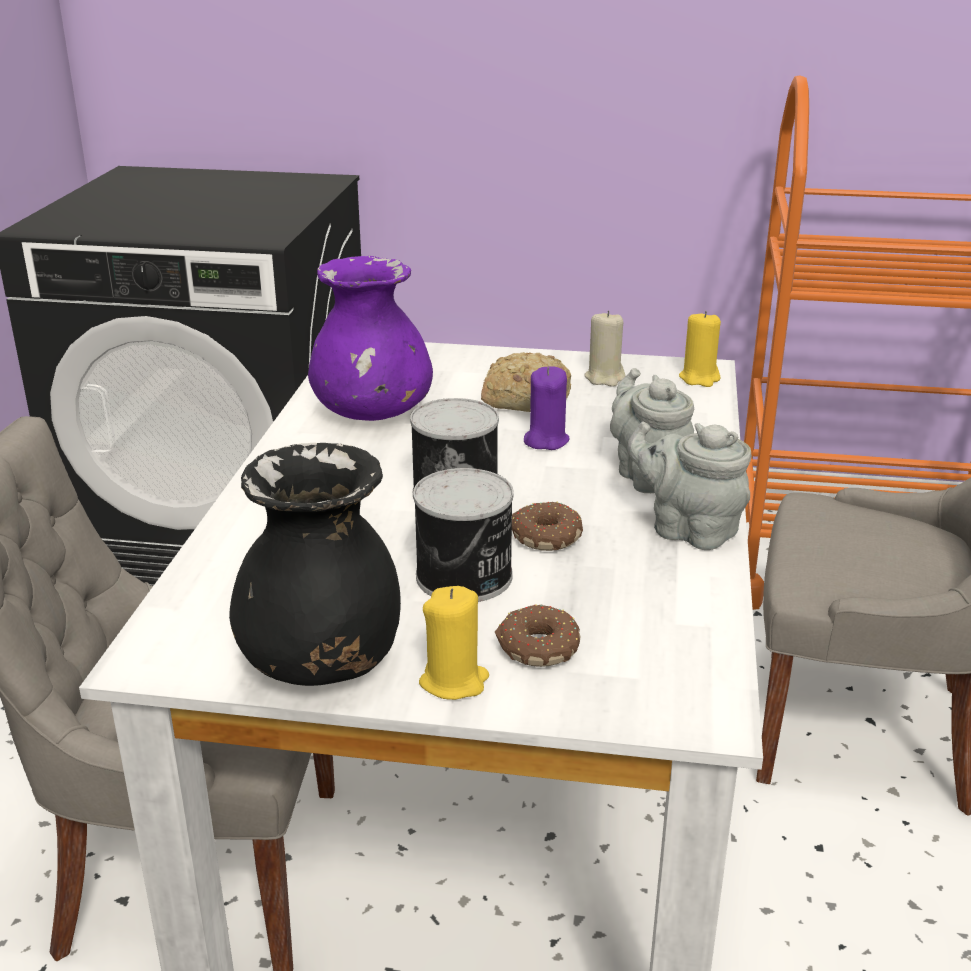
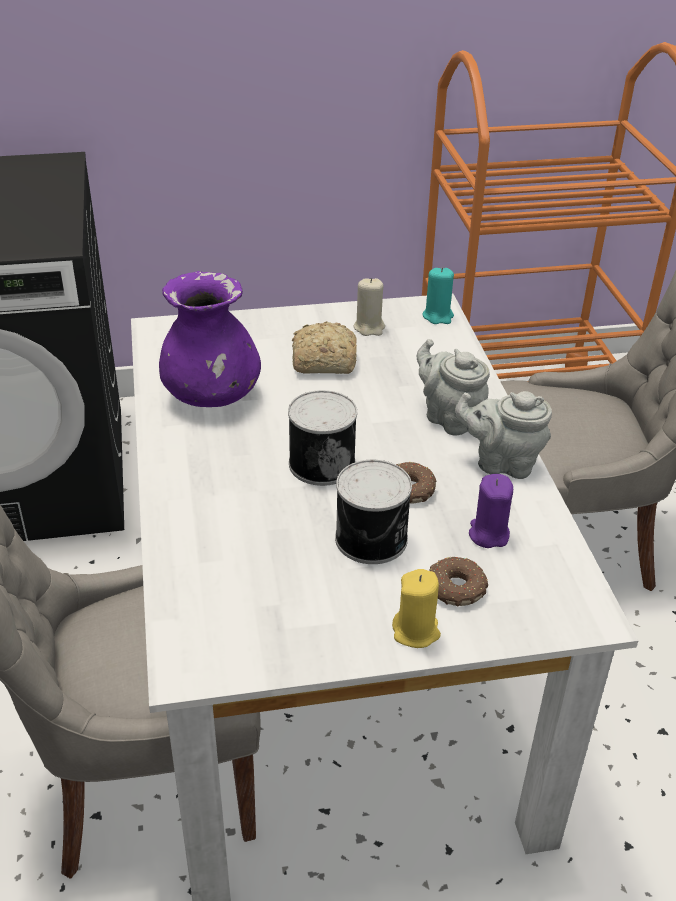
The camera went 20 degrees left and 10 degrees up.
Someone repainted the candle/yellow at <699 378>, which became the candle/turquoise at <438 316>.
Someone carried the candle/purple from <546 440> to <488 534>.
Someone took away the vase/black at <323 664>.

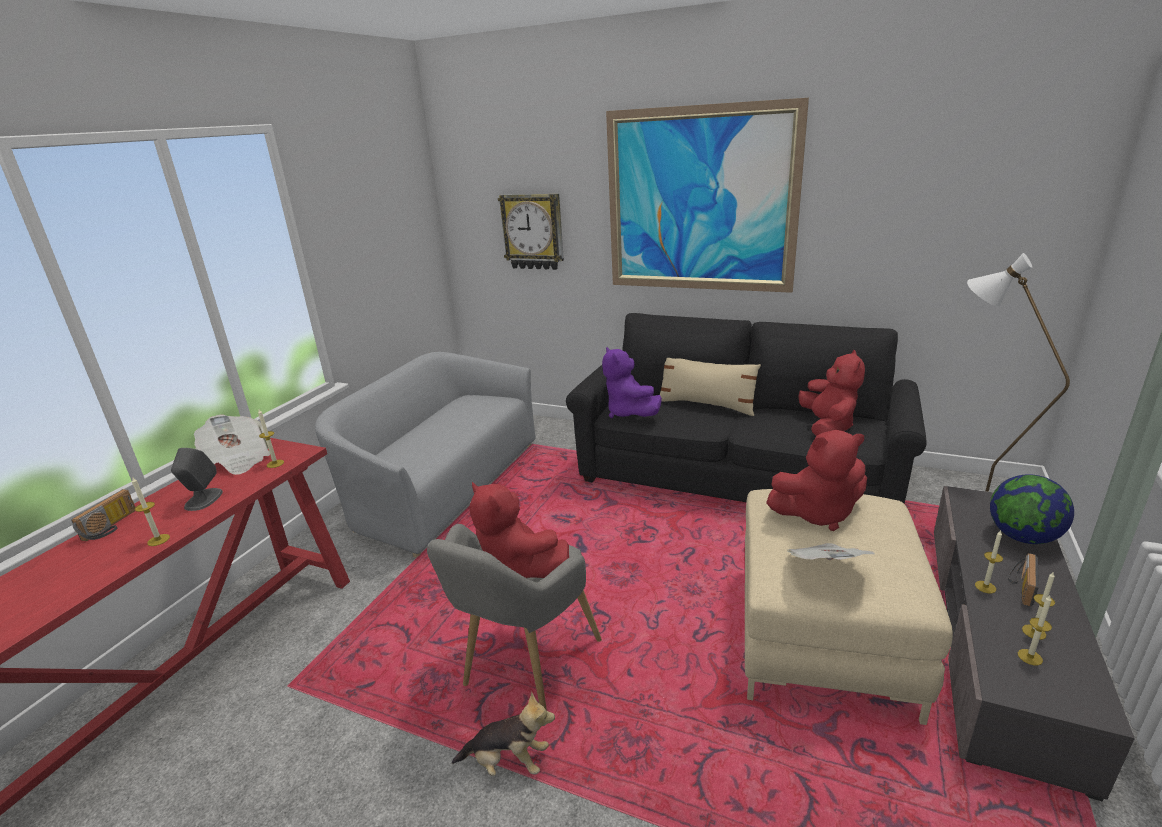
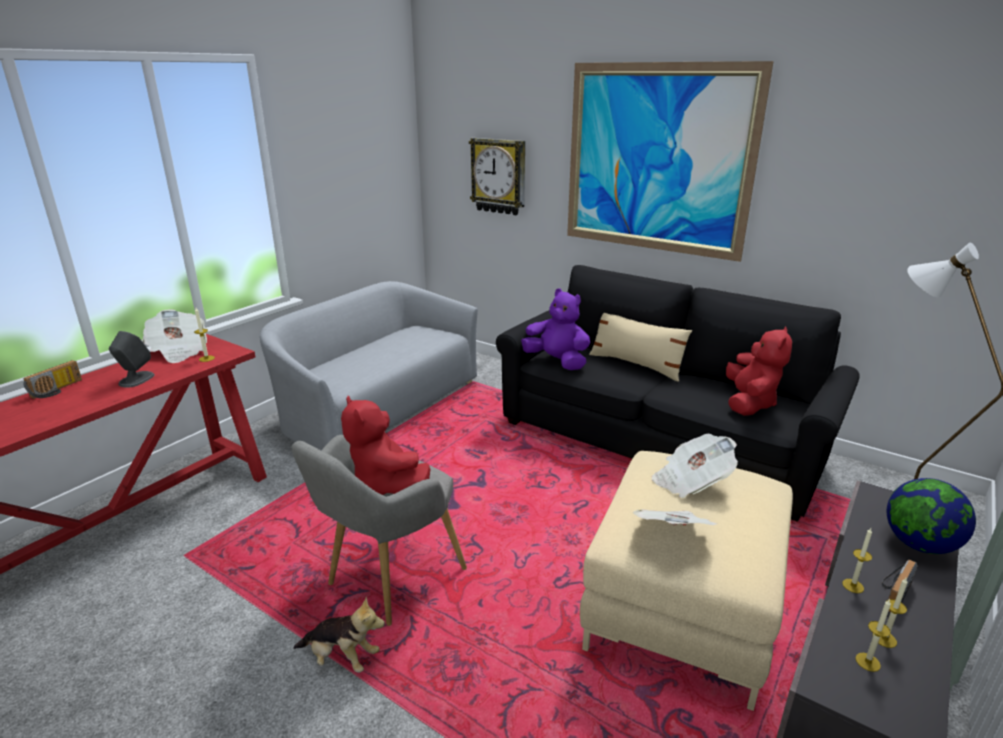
The camera went 10 degrees right and 0 degrees up.
Someone rotated the plush toy/purple at <629 413> by 135 degrees clockwise.
Someone swapped the plush toy/red at <817 513> for the newspaper at <691 482>.
Someone took away the candle at <158 540>.

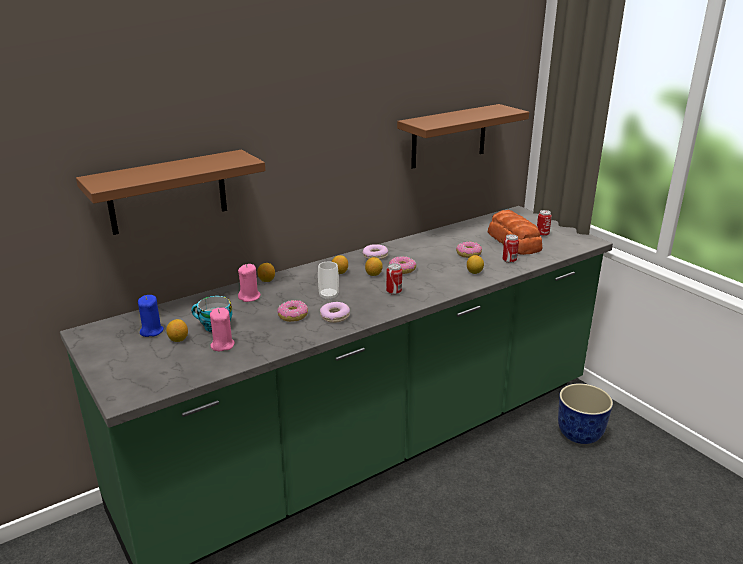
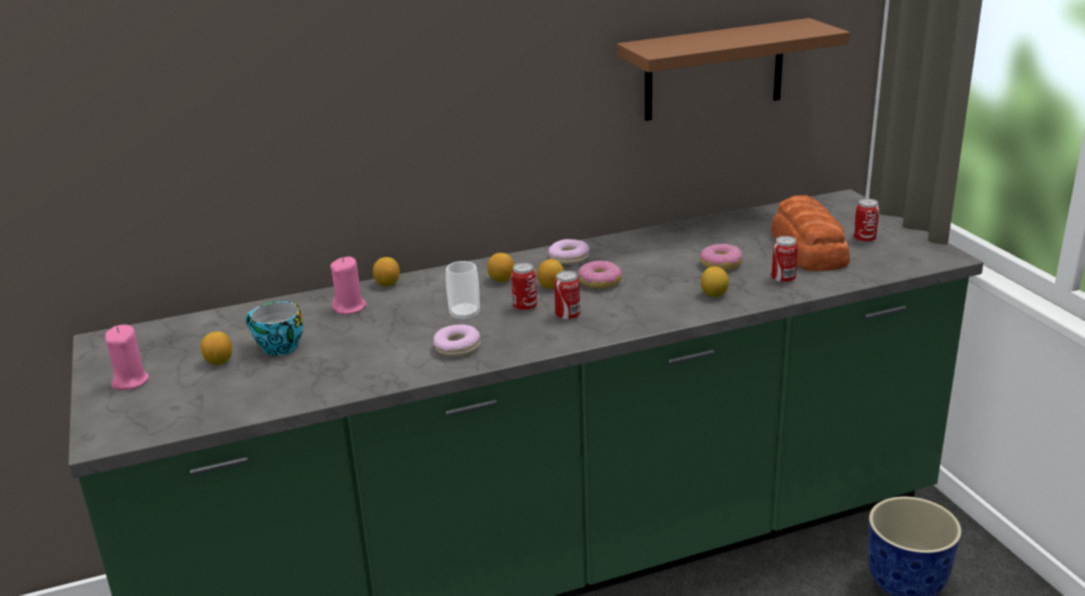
The camera went 15 degrees right and 0 degrees up.
Someone took away the shelf/brown at <168 192>.
Someone took away the candle/blue at <151 331>.
Someone took away the donut at <293 316>.
Someone carried the candle/pink from <222 345> to <130 381>.
Someone put down the can at <525 307>.

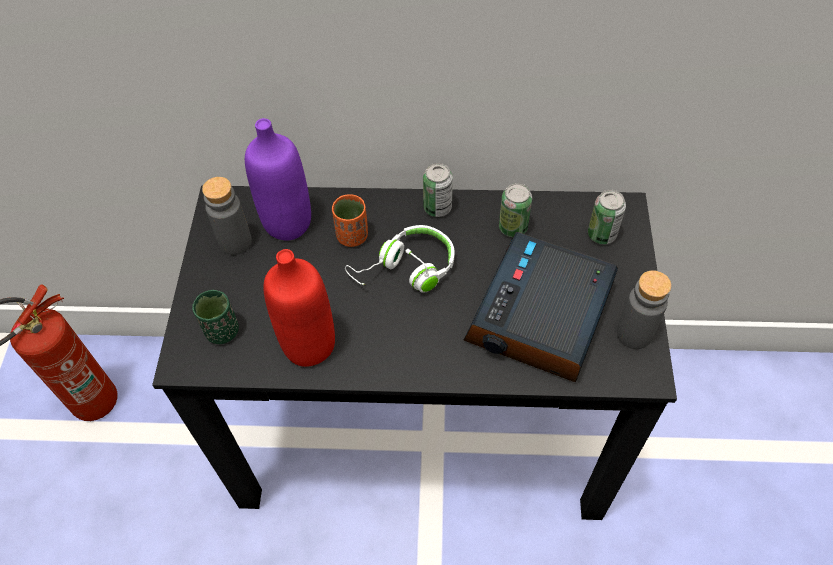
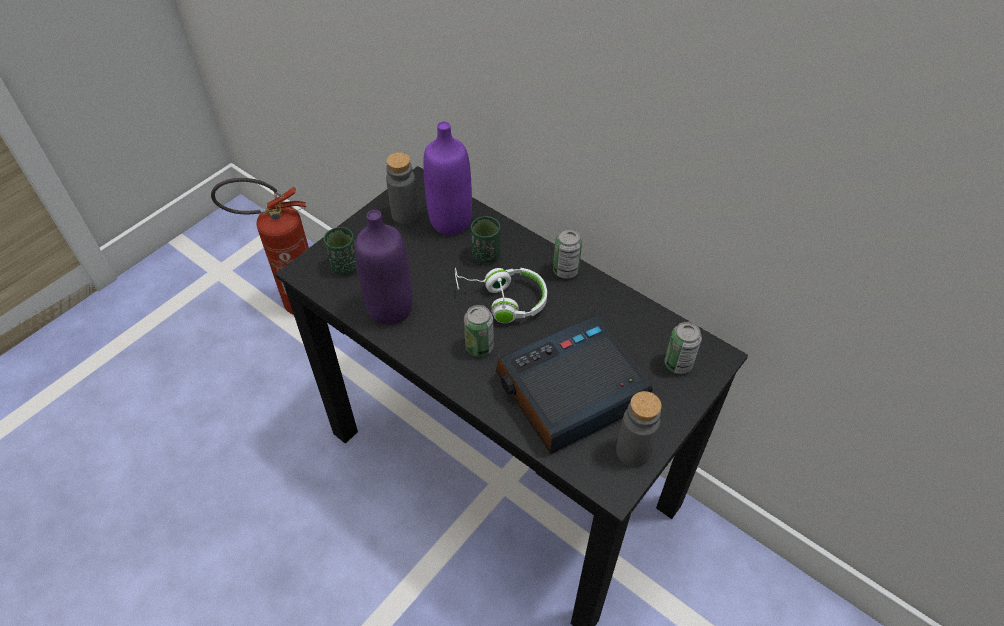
The camera went 35 degrees right and 5 degrees down.
Someone carried the can from <513 228> to <479 347>.
Someone repainted the cup/orange at <352 236>, which became the cup/green at <486 255>.
Someone repainted the bottle/red at <309 345>, which became the bottle/purple at <390 308>.

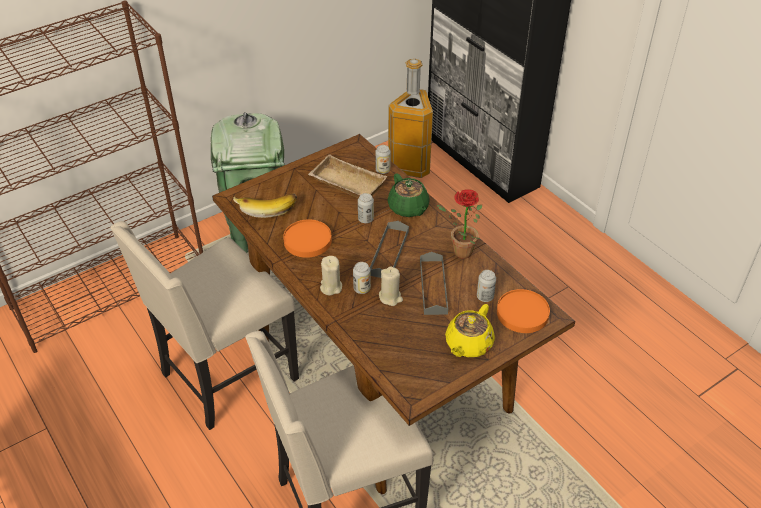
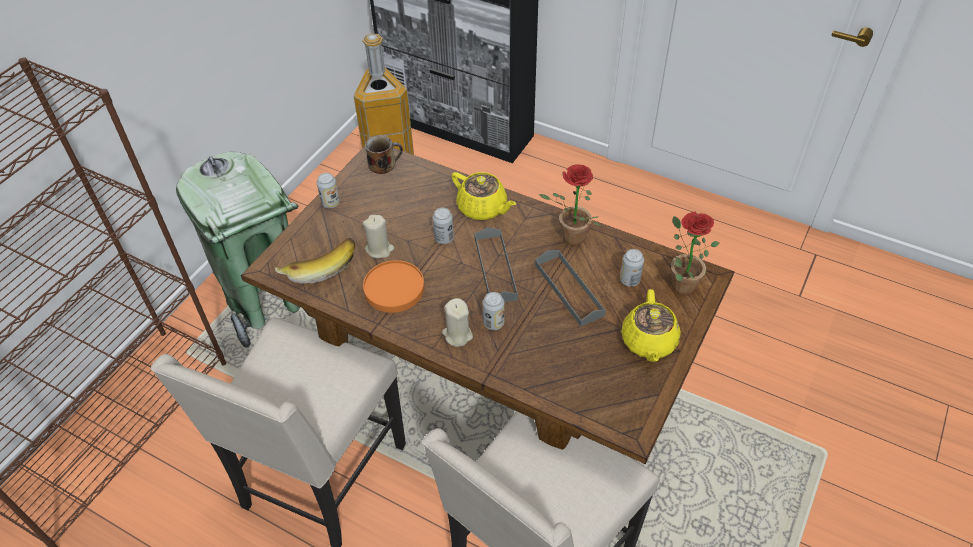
The camera went 25 degrees left and 5 degrees up.
Someone carried the can from <382 170> to <330 203>.
Someone took away the tray/beige at <345 183>.
Someone repainted the teapot/green at <408 208>, which became the teapot/yellow at <483 208>.
Someone carried the candle/beige from <390 297> to <379 249>.
Someone swapped the plate/orange at <522 313> for the potted plant at <679 283>.
Someone put down the mug at <383 163>.

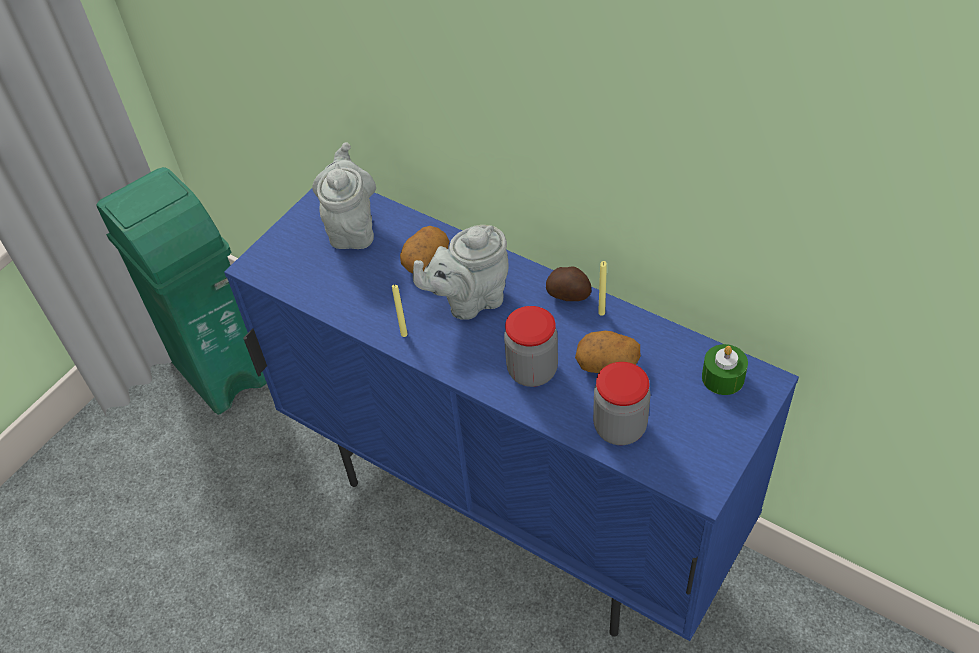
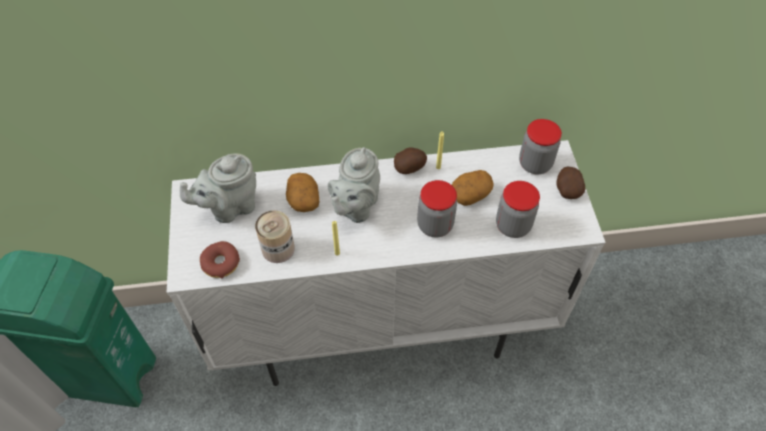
The camera went 45 degrees left and 5 degrees up.
Someone rotated the teapot/grey at <352 228> by 75 degrees counterclockwise.
Someone repainted the cabinet/blue at <511 508>, which became the cabinet/white at <383 329>.
Someone swapped the candle/green at <723 378> for the jar at <535 164>.
Someone put down the potato at <567 190>.
Someone put down the can at <278 249>.
Someone put down the donut at <221 263>.

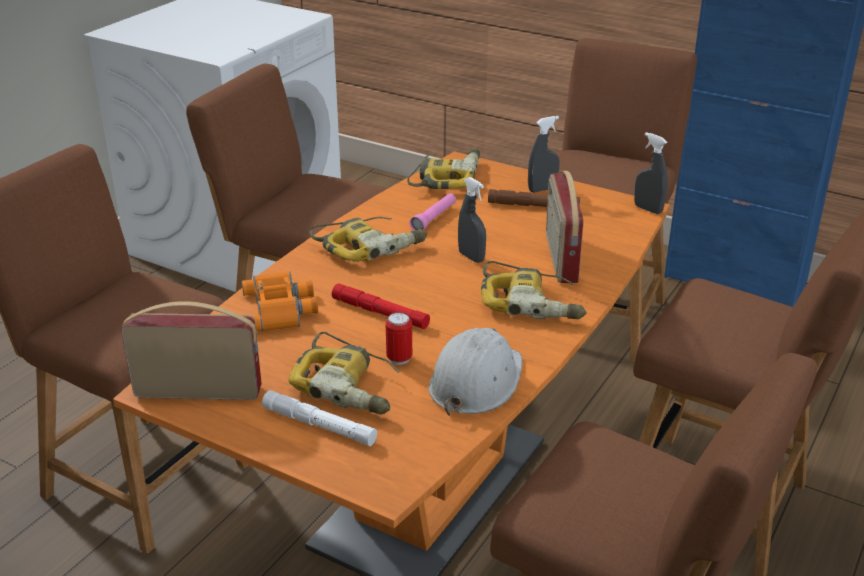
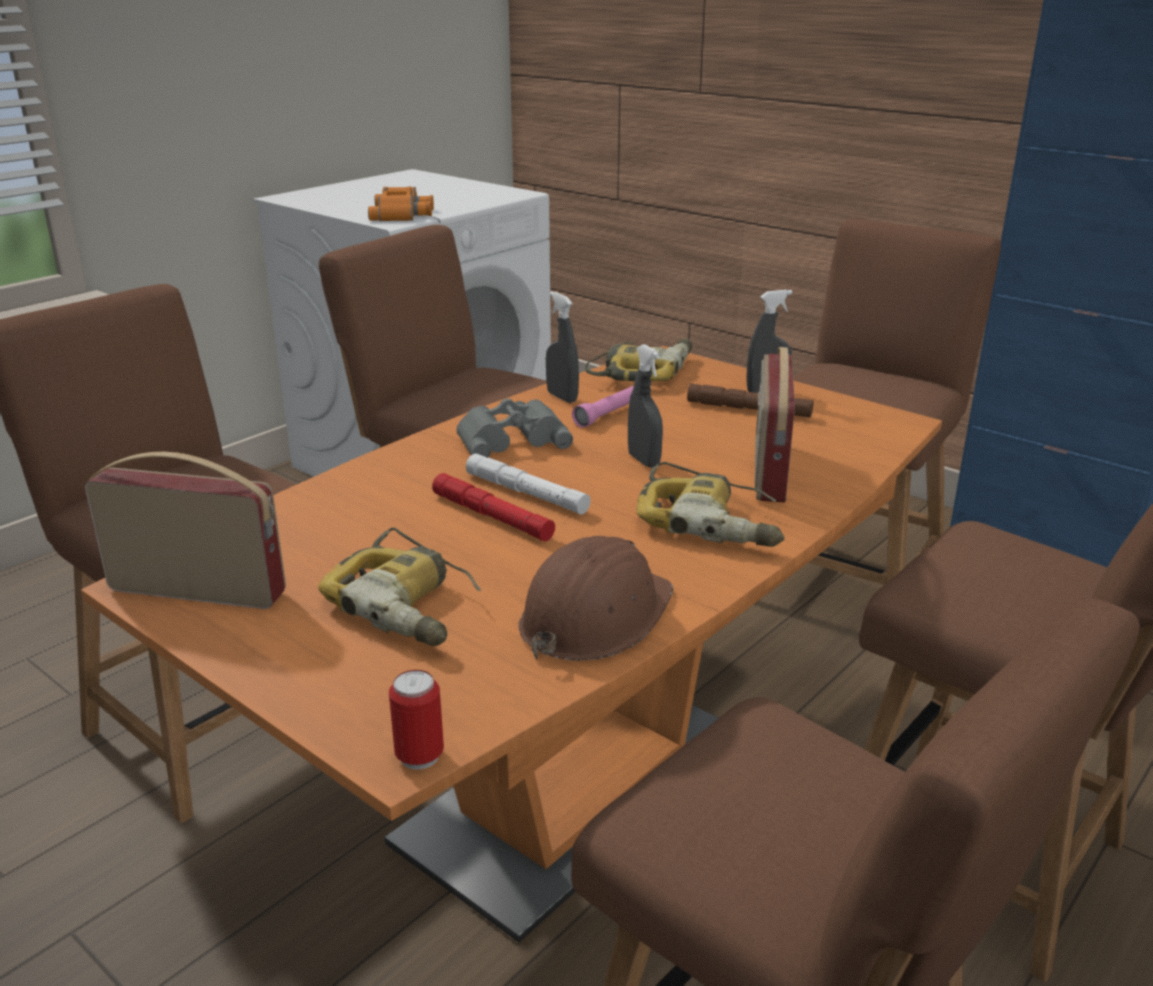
The camera went 10 degrees right and 5 degrees down.
Someone carried the spray bottle/grey from <648 209> to <562 397>.
Someone swapped the power drill at <369 246> for the binoculars/grey at <511 438>.
Someone carried the binoculars/orange from <281 308> to <403 214>.
Someone carried the can from <399 358> to <419 756>.
Someone repainted the hard hat/white at <475 381>, which became the hard hat/brown at <594 616>.
Someone carried the flashlight/white from <319 425> to <526 493>.

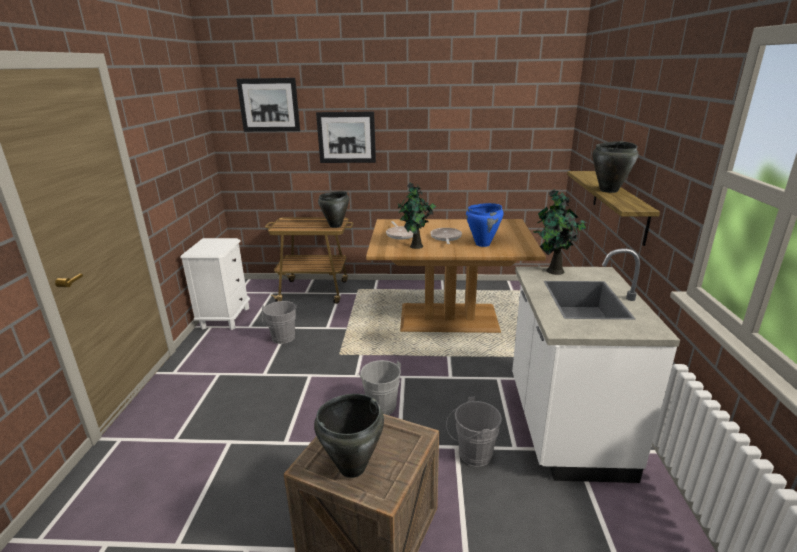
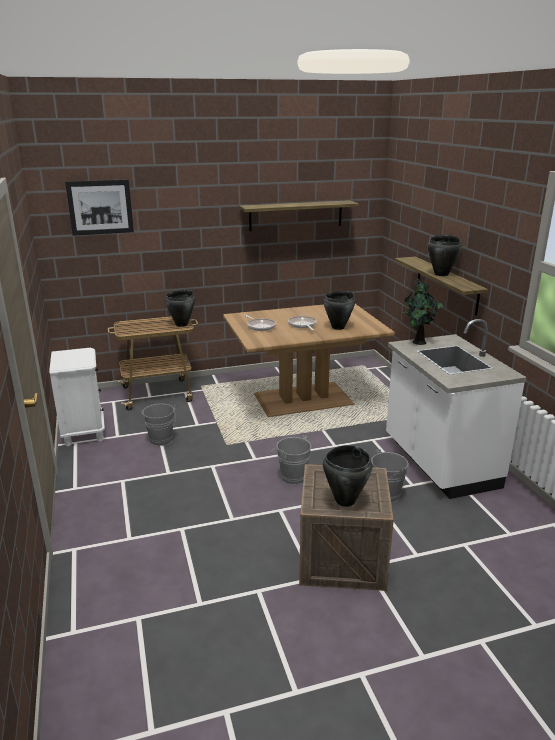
The camera went 20 degrees left and 0 degrees up.
Someone took away the picture at <346 137>.
Someone took away the potted plant at <416 246>.
Someone repainted the cooking pot/blue at <483 244>, which became the cooking pot/black at <338 327>.
Someone put up the shelf at <296 215>.

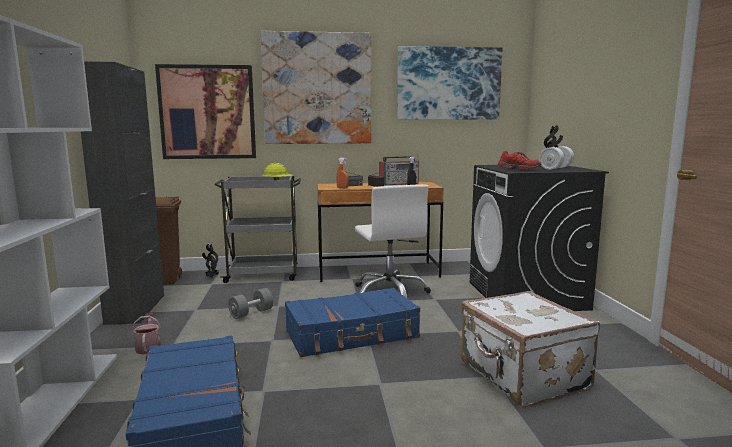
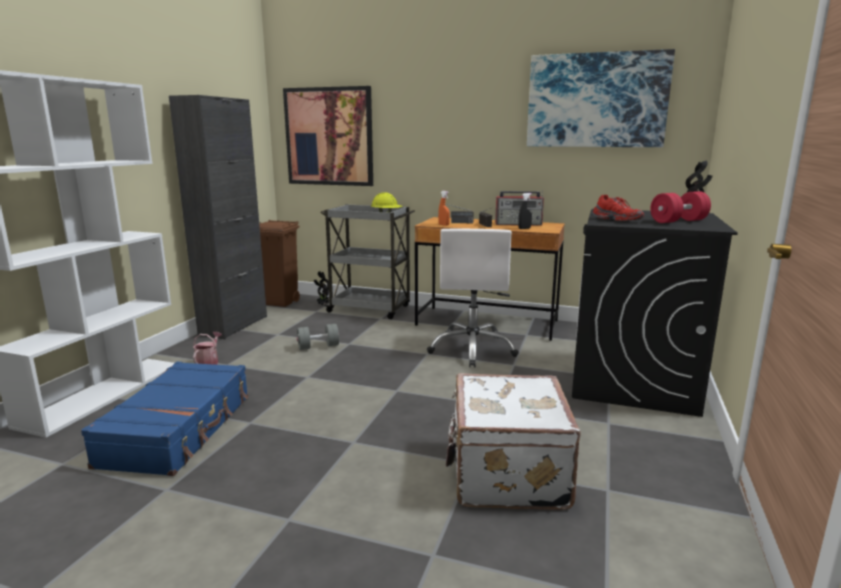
The camera went 25 degrees right and 5 degrees up.
Someone took away the picture at <317 89>.
Someone repainted the dumbbell/white at <556 168>, which became the dumbbell/red at <678 221>.
Someone took away the suitcase/blue at <352 335>.

